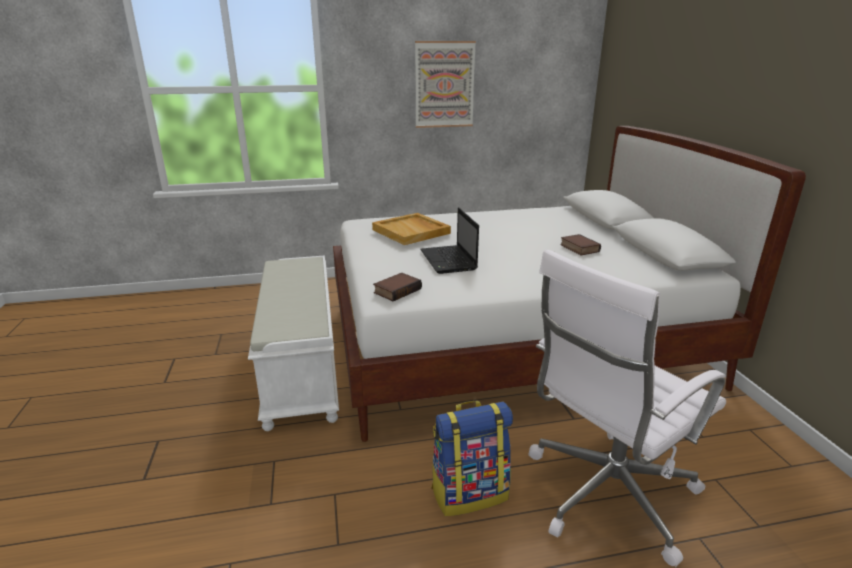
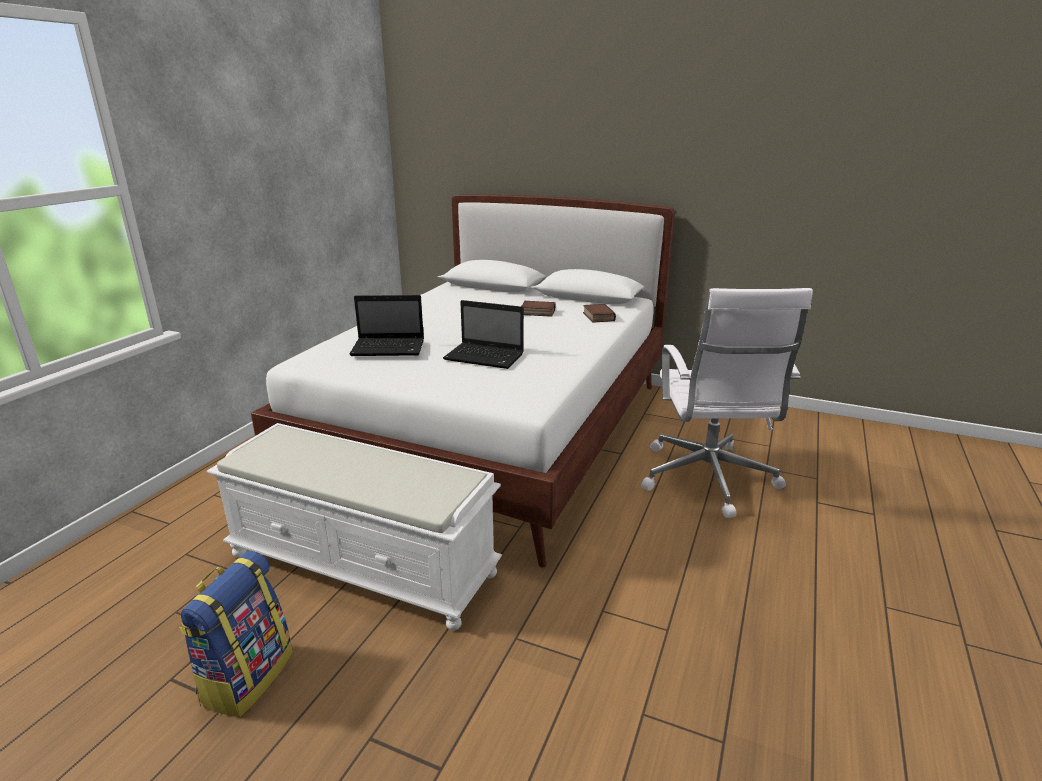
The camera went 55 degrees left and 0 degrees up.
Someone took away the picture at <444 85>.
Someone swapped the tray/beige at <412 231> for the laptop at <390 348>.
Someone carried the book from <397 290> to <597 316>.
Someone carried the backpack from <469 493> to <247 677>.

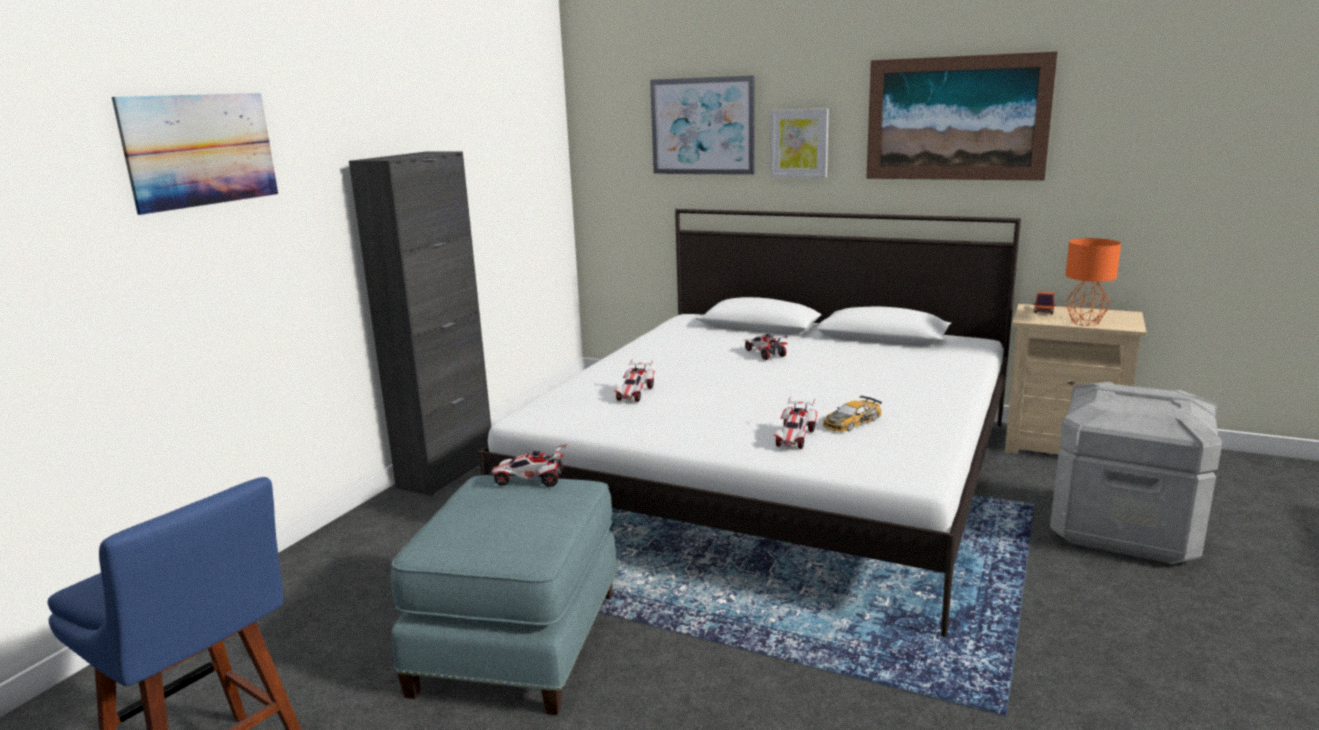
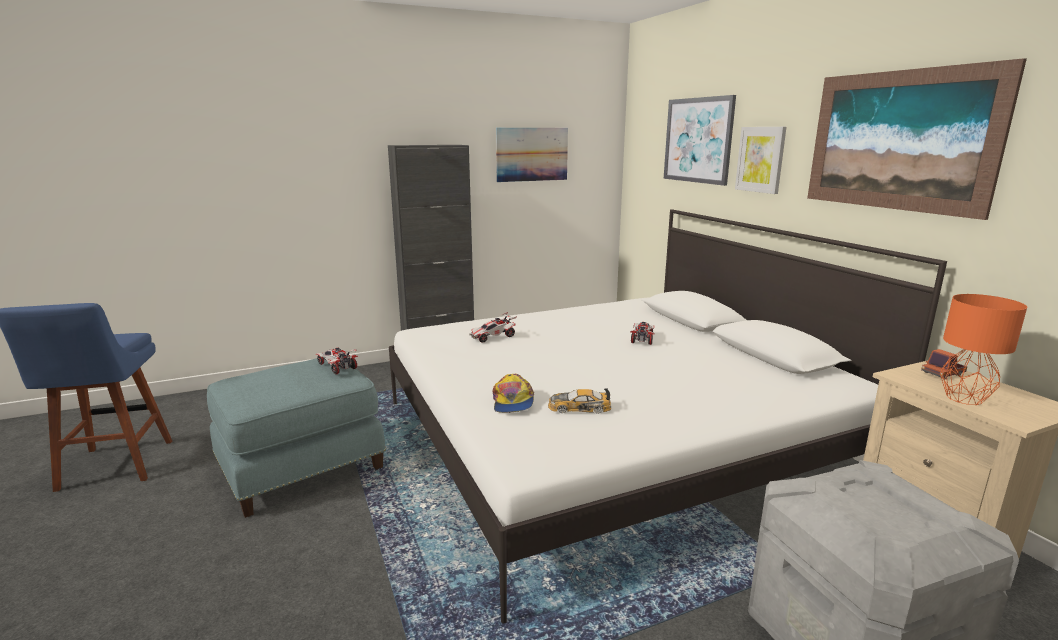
The camera went 40 degrees right and 0 degrees up.
Someone carried the picture from <201 150> to <532 154>.
Someone swapped the toy car at <795 438> for the cap at <513 402>.

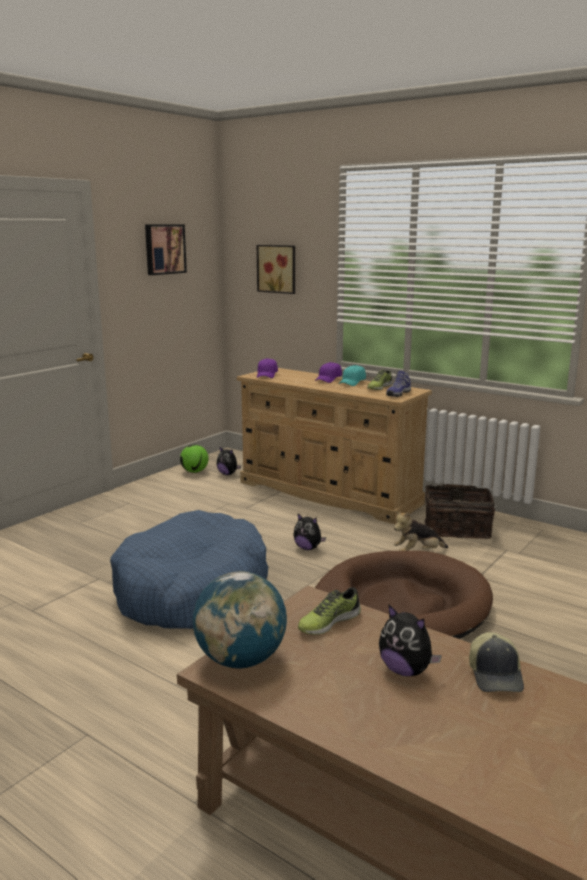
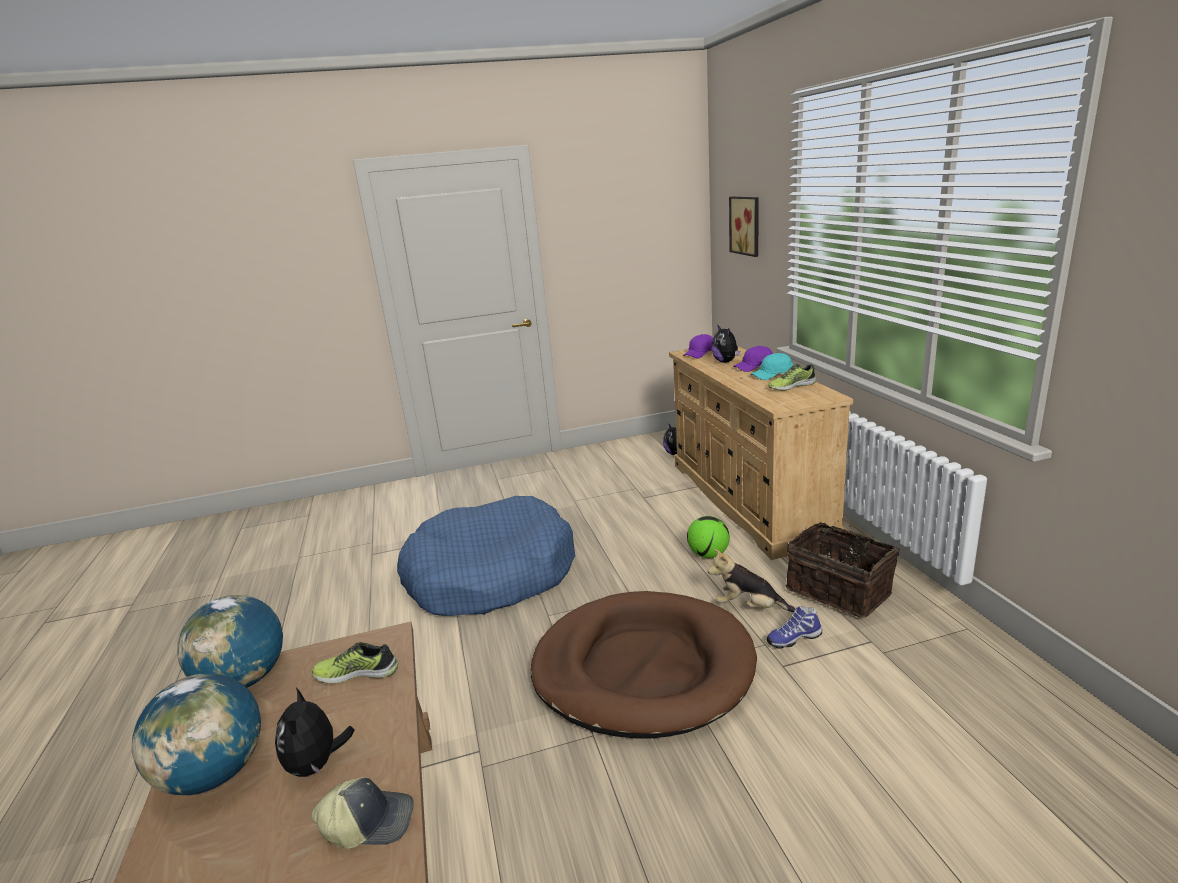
The camera went 40 degrees right and 5 degrees up.
Someone took away the picture at <164 249>.
Someone carried the shoe from <397 394> to <793 638>.
Someone carried the football from <195 471> to <708 555>.
Someone carried the plush toy from <308 548> to <726 361>.
Someone rotated the cap at <496 675> by 135 degrees counterclockwise.
Someone put down the globe at <215 774>.

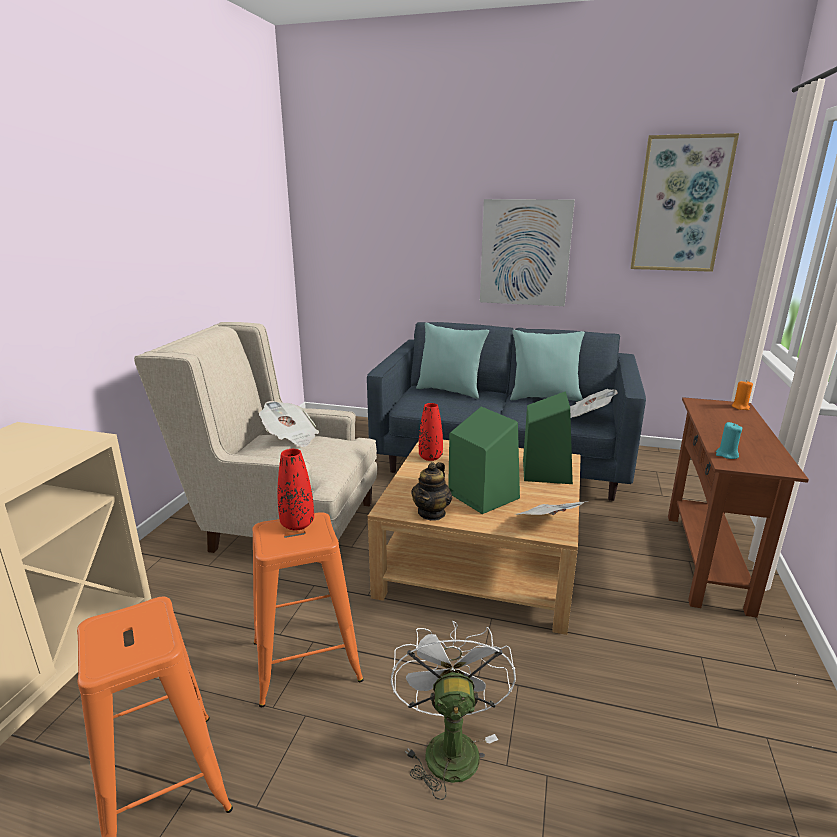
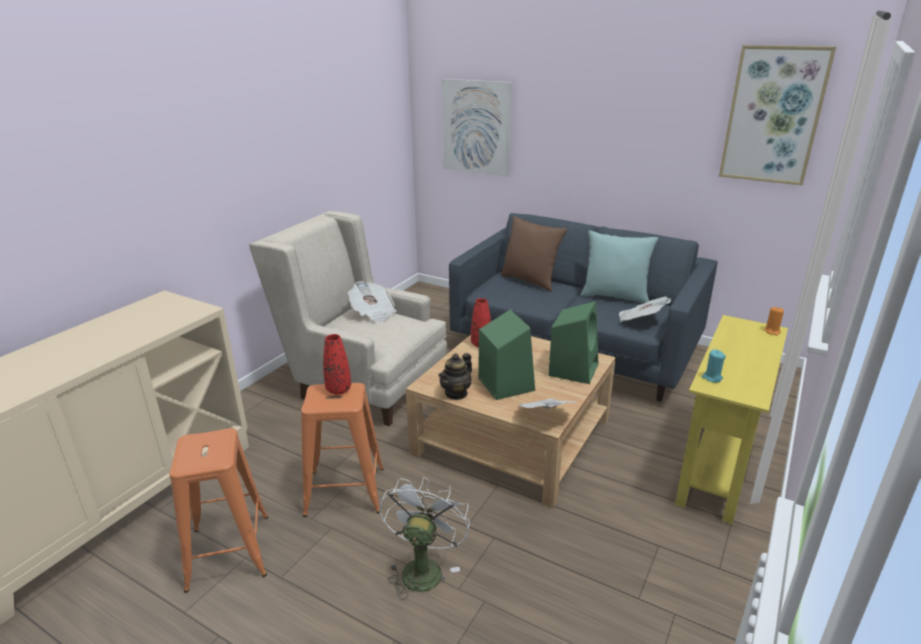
The camera went 15 degrees right and 5 degrees up.
Someone carried the picture from <525 253> to <476 127>.
Someone repainted the pillow/turquoise at <450 391>, which became the pillow/brown at <530 281>.
Someone repainted the console table/brown at <706 560>, which became the console table/yellow at <717 468>.

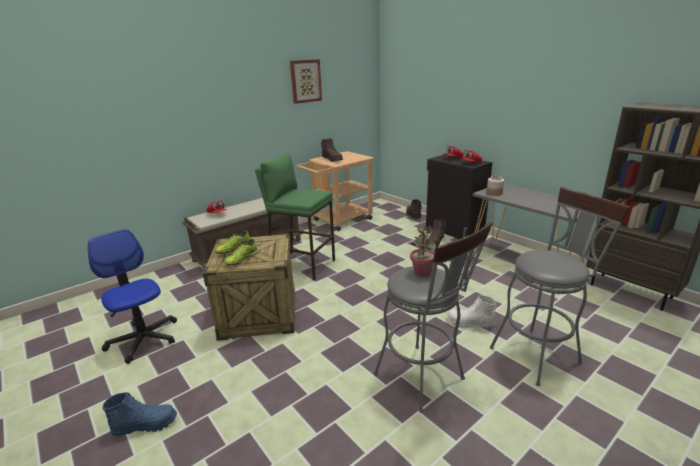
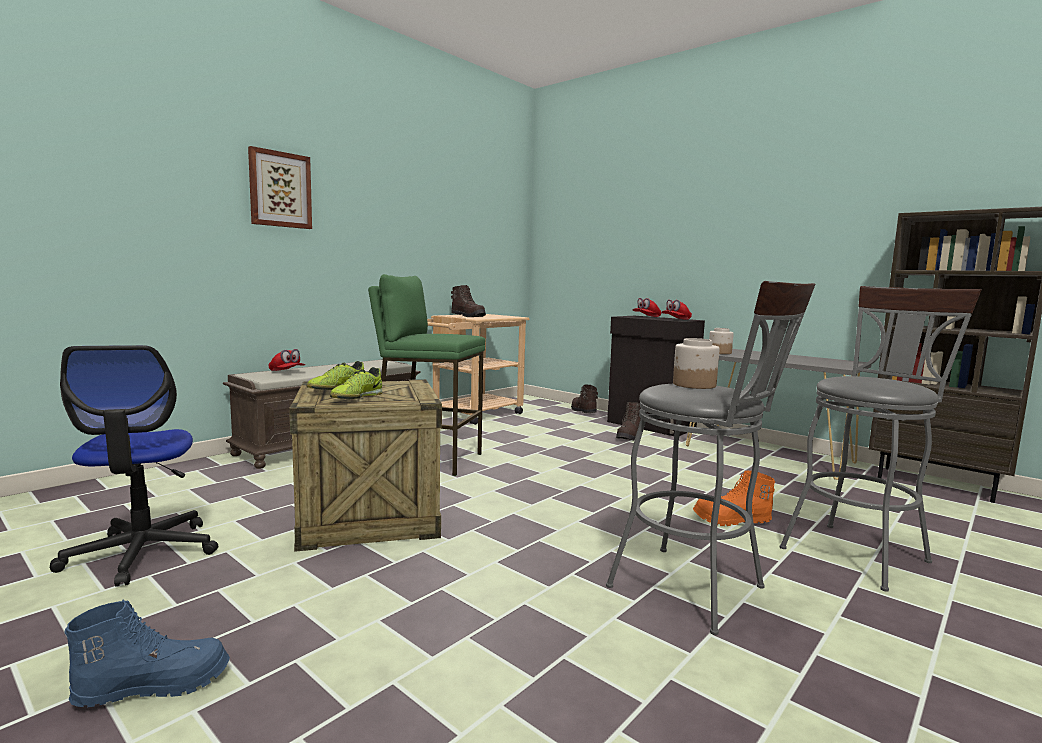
The camera went 10 degrees left and 15 degrees down.
Someone carried the picture from <305 81> to <280 189>.
Someone swapped the potted plant at <422 273> for the jar at <694 385>.
Someone rotated the office chair at <144 339> by 150 degrees counterclockwise.
Someone repainted the boot/white at <469 323>, which became the boot/orange at <731 521>.

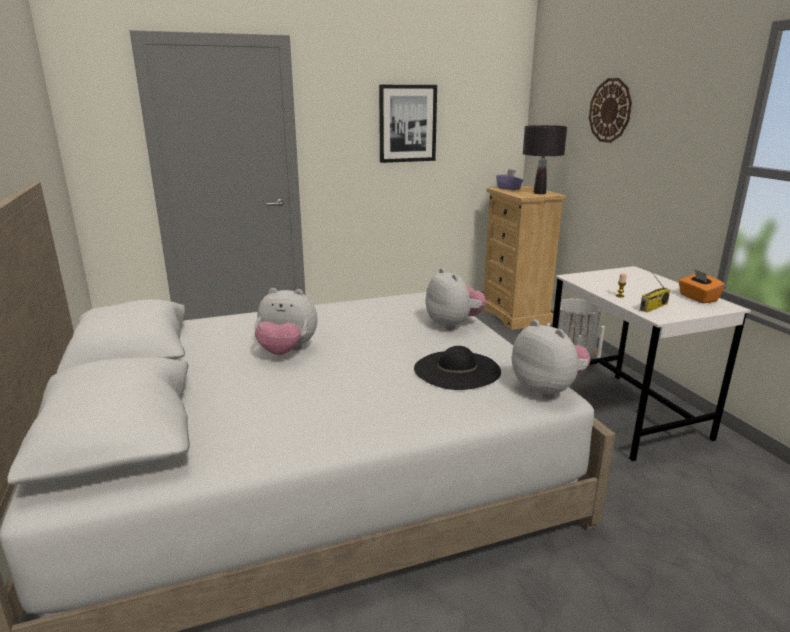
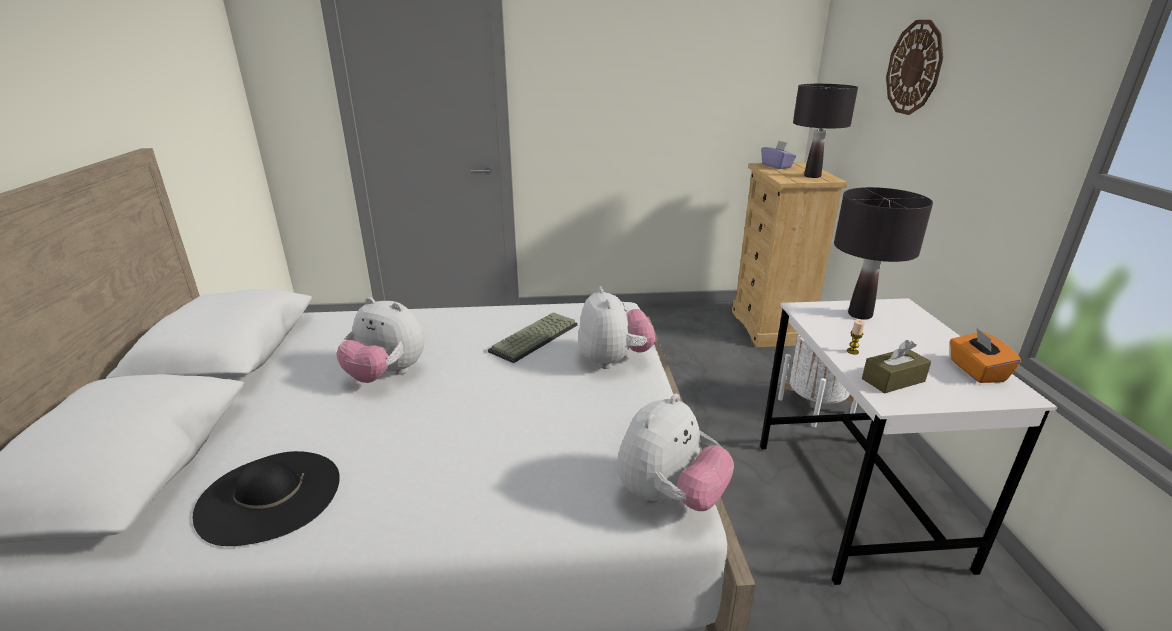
The camera went 15 degrees right and 5 degrees up.
Someone took away the picture at <407 123>.
Someone swapped the radio at <653 307> for the tissue box/brown at <893 380>.
Someone rotated the plush toy at <547 389> by 60 degrees clockwise.
Someone carried the hat/black from <457 370> to <269 495>.
Someone put down the table lamp/black at <860 315>.
Someone put down the keyboard at <535 339>.

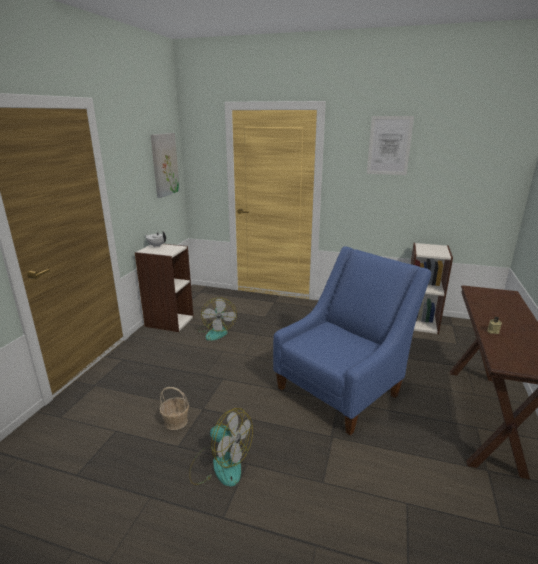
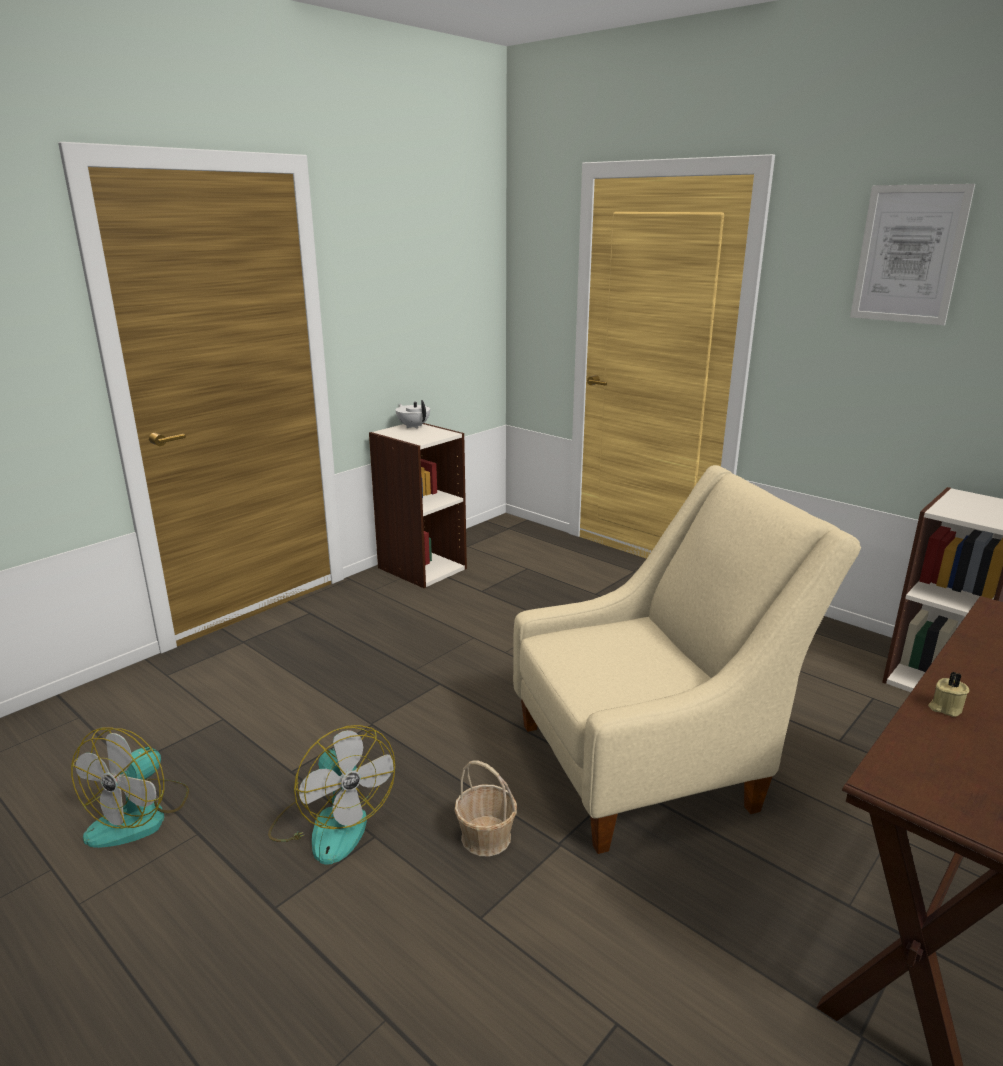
The camera went 25 degrees right and 0 degrees up.
Someone took away the picture at <164 164>.
Someone repainted the armchair/blue at <343 387>, which became the armchair/beige at <651 762>.
Someone carried the fan from <216 331> to <140 815>.
Someone carried the basket from <176 421> to <486 837>.

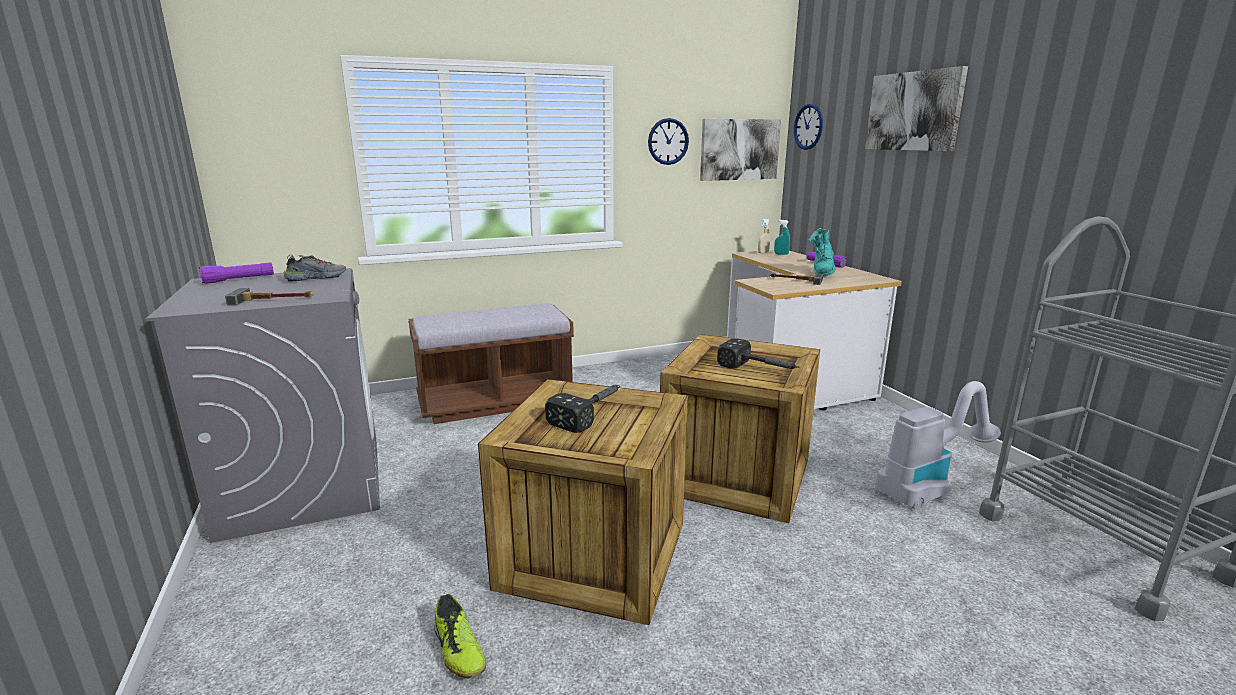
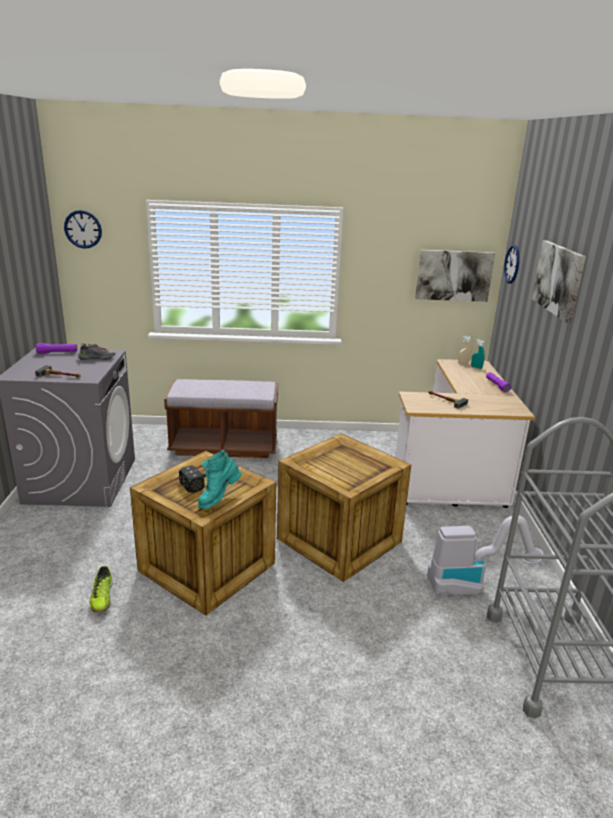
The camera went 20 degrees right and 5 degrees up.
Someone carried the wall clock from <668 141> to <83 229>.
Someone carried the boot/turquoise from <821 273> to <218 498>.
Someone took away the hammer at <759 369>.

